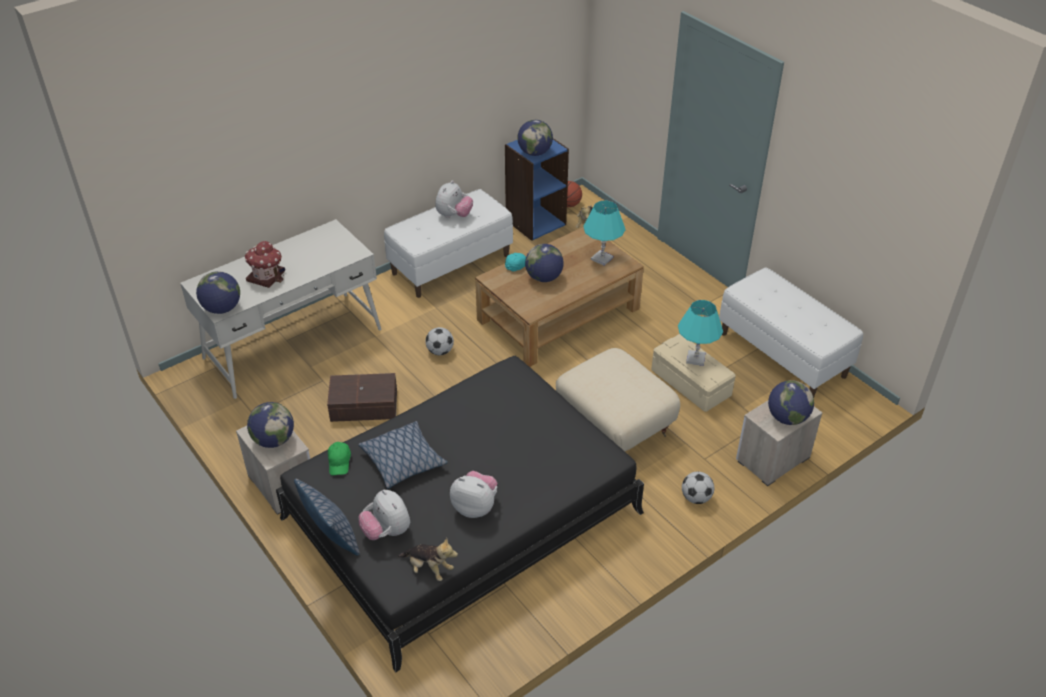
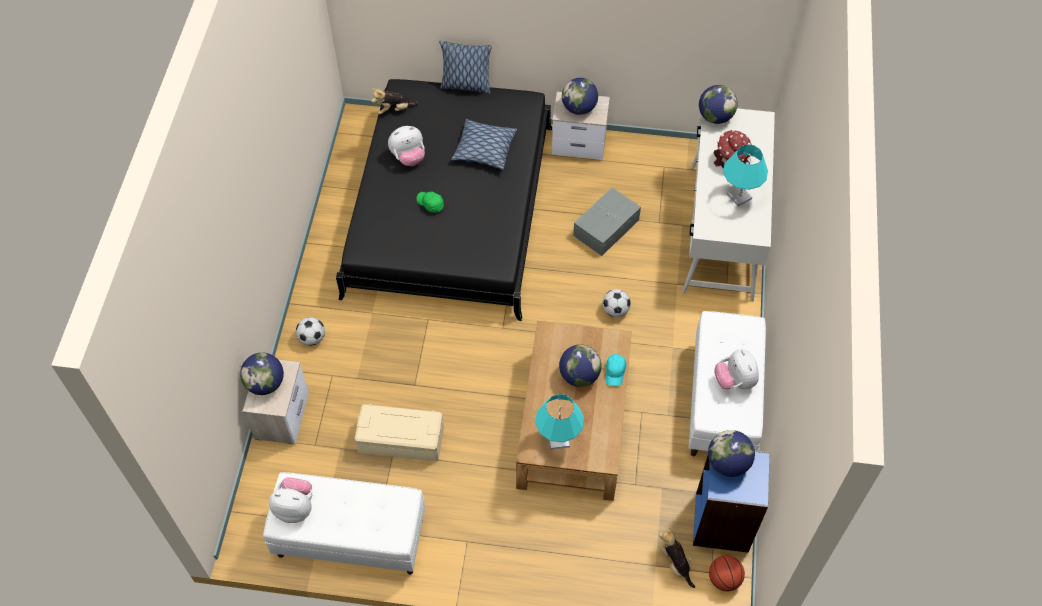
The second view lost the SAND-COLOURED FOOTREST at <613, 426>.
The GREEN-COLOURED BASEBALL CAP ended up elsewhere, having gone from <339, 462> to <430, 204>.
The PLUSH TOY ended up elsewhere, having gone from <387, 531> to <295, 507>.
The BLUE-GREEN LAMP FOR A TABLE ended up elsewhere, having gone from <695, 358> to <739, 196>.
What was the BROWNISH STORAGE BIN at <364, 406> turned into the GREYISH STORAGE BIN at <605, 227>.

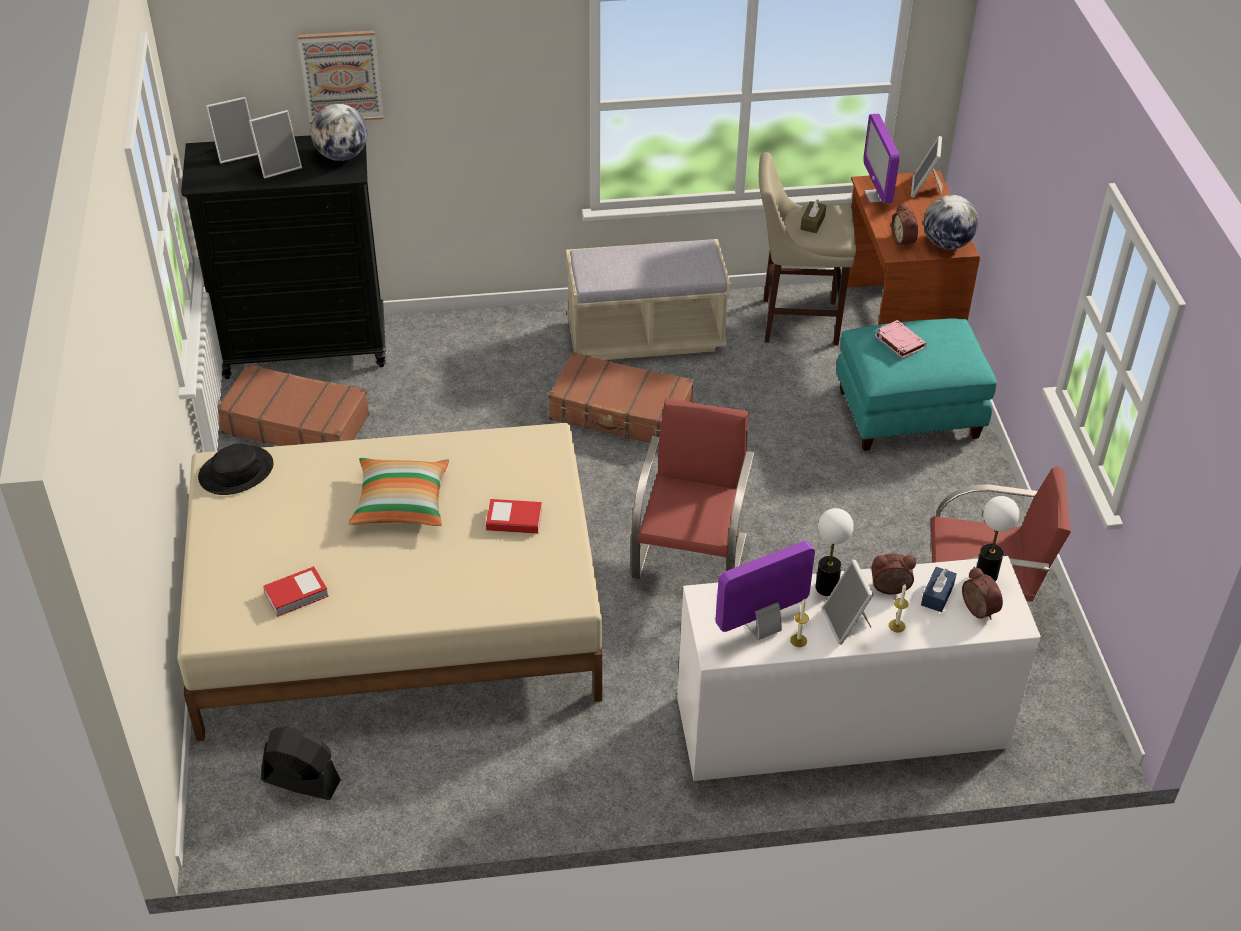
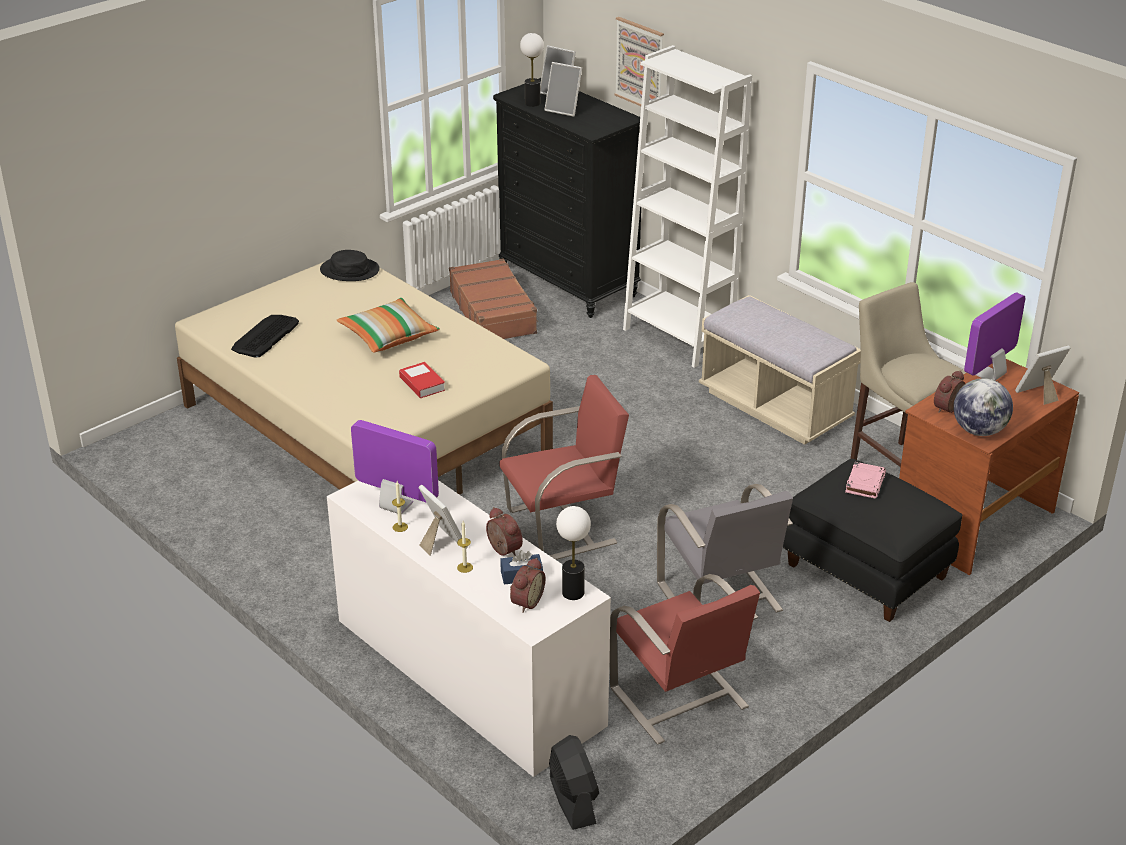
The second view lost the DESK GLOBE at <342, 156>.
The second view lost the BROWNISH TRAVEL CASE at <621, 413>.
The second view lost the BROWNISH BOX OF TISSUES at <812, 222>.
The second view gained the WHITE BOOKCASE at <678, 338>.
The second view gained the GREYISH CHAIR at <719, 598>.
The BLACK COOLING FAN ended up elsewhere, having gone from <301, 780> to <572, 800>.
The LAMP FOR A TABLE ended up elsewhere, having gone from <827, 587> to <532, 103>.
Where the VOLUME stood at <296, 594>, the COMPUTER KEYBOARD came to stand at <265, 336>.
What was the BLUE-GREEN FOOTREST at <908, 415> turned into the BLACK FOOTREST at <865, 571>.
The PHOTO FRAME at <847, 624> ended up facing another way, 105 degrees clockwise from before.

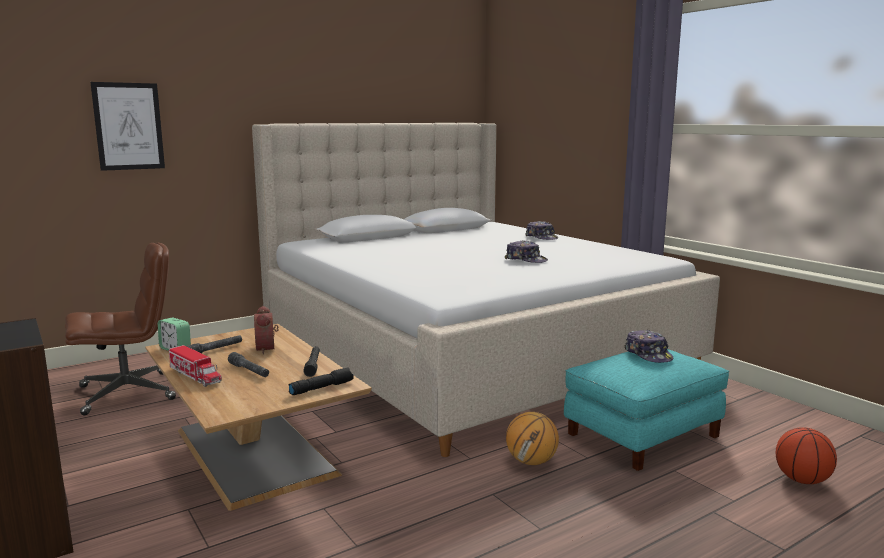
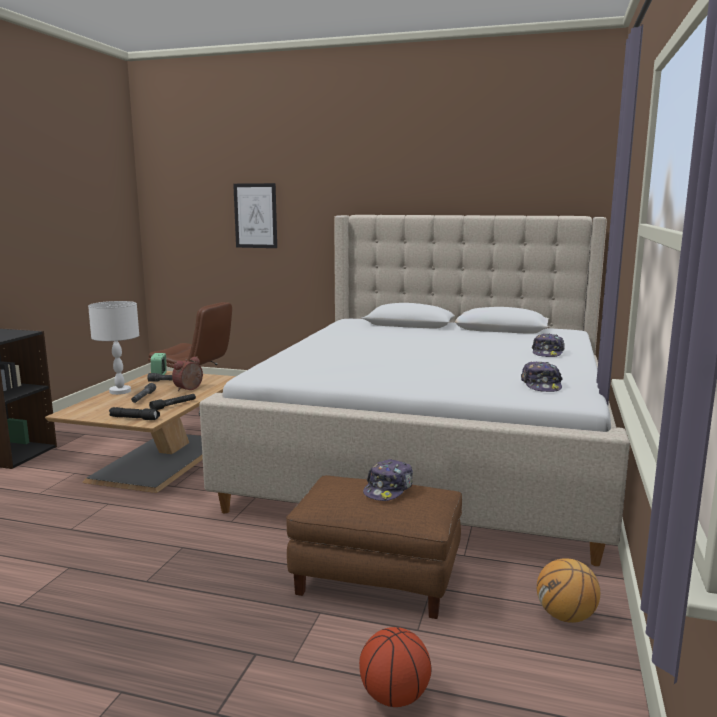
The BASEBALL CAP ended up elsewhere, having gone from <526, 260> to <541, 385>.
The BASKETBALL ended up elsewhere, having gone from <531, 462> to <566, 616>.
Where the TOY TRUCK stood at <195, 376>, the WHITE LAMP FOR A TABLE came to stand at <120, 391>.
What was the BLUE-GREEN FOOTREST at <642, 434> turned into the BROWNISH FOOTREST at <378, 576>.

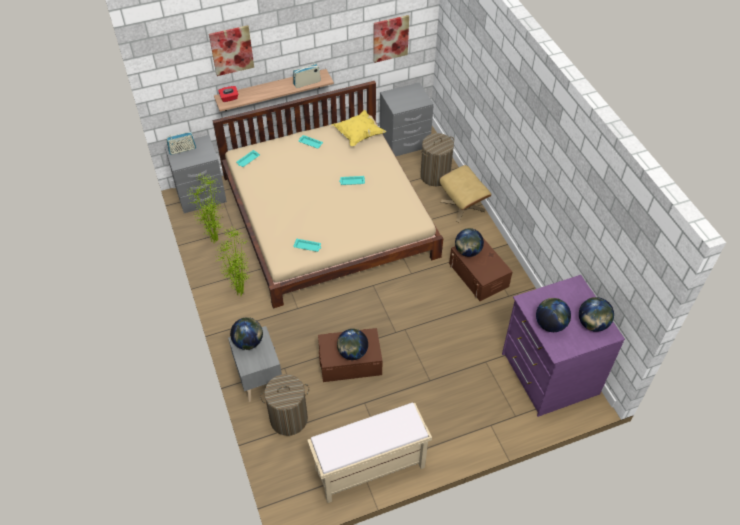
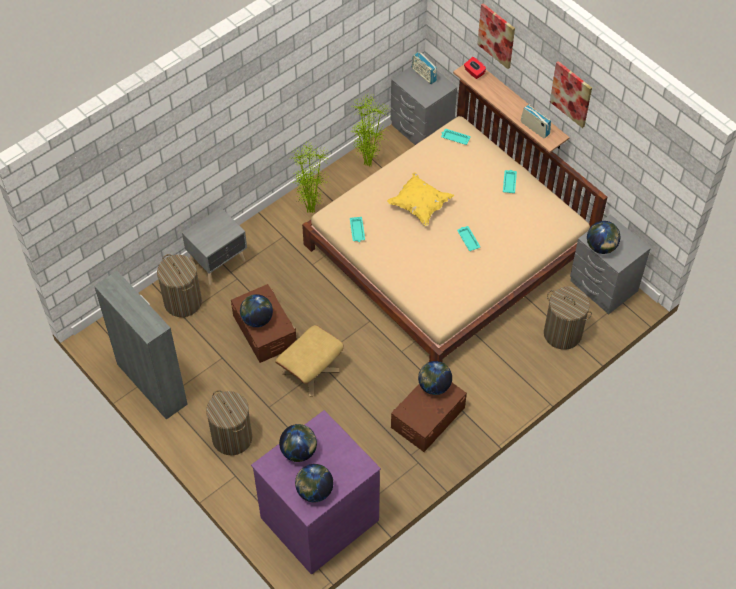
The second view gained the HAMPER at <232, 438>.
The DESK GLOBE ended up elsewhere, having gone from <248, 342> to <601, 247>.
The YELLOW THROW PILLOW ended up elsewhere, having gone from <358, 135> to <419, 205>.
The WALL ART ended up elsewhere, having gone from <390, 38> to <571, 94>.
The SAND-COLOURED FOOTREST ended up elsewhere, having gone from <463, 206> to <310, 372>.
Where the SAND-COLOURED LONG SEAT stood at <369, 469>, the GREYISH CABINET came to stand at <152, 383>.

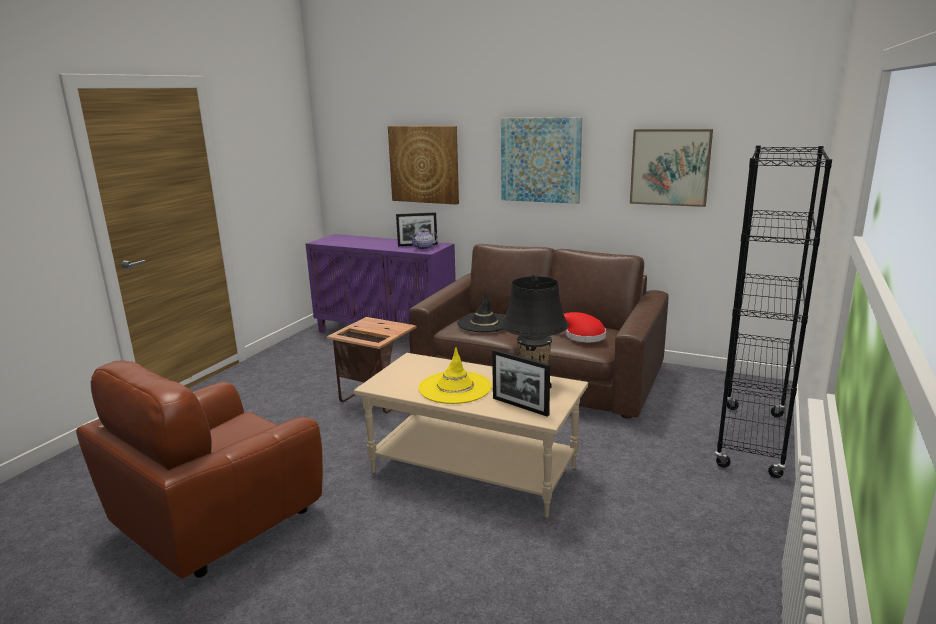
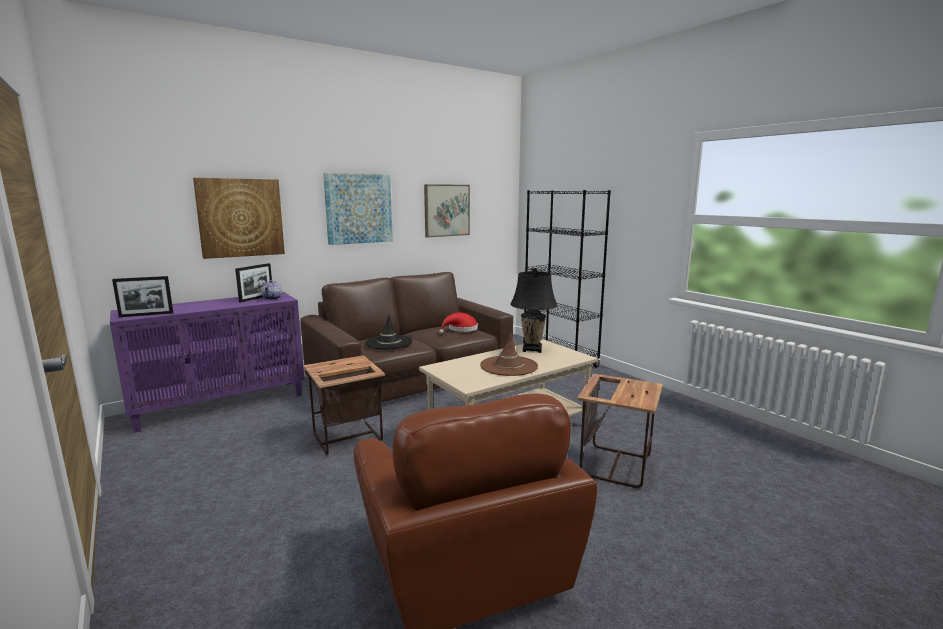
The second view gained the END TABLE at <615, 465>.
The PHOTO FRAME ended up elsewhere, having gone from <520, 406> to <146, 315>.
What was the YELLOW WEARABLE HAT at <455, 388> turned into the BROWNISH WEARABLE HAT at <508, 366>.

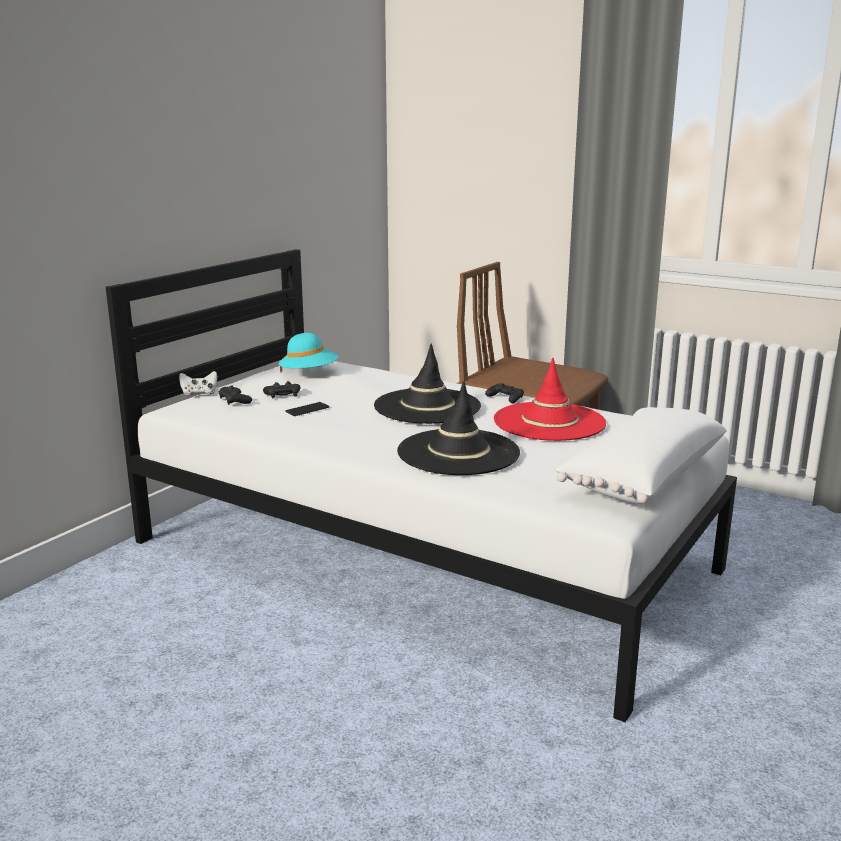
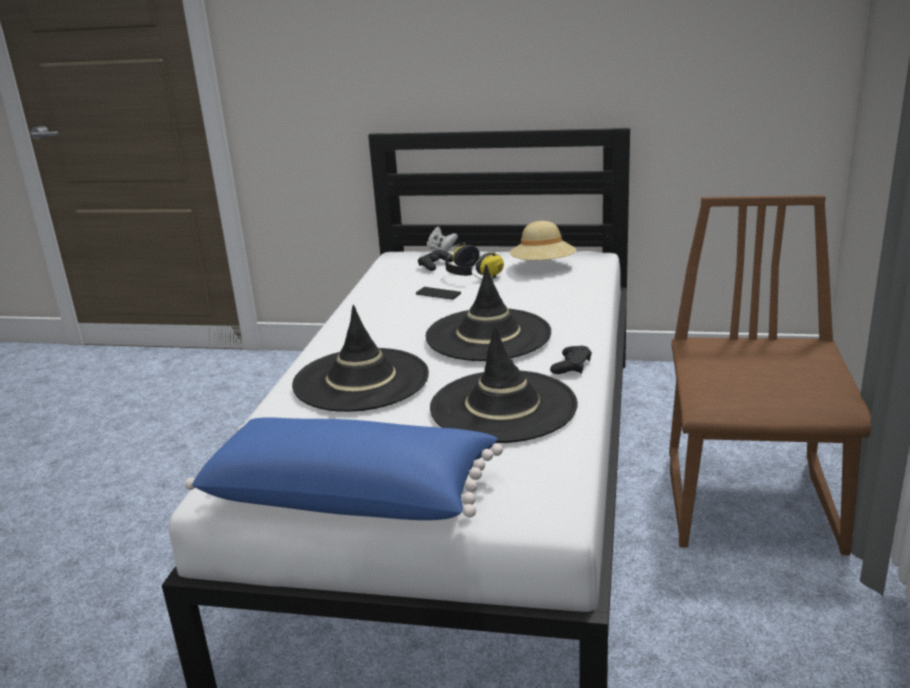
Where the BLACK GAME CONTROLLER stood at <282, 395>, the HEADPHONES came to stand at <470, 275>.
What was the BLUE-GREEN WEARABLE HAT at <309, 374> turned into the SAND-COLOURED WEARABLE HAT at <543, 267>.
What was the RED WEARABLE HAT at <549, 422> turned into the BLACK WEARABLE HAT at <503, 407>.
What was the WHITE THROW PILLOW at <641, 477> turned into the BLUE-COLOURED THROW PILLOW at <351, 495>.

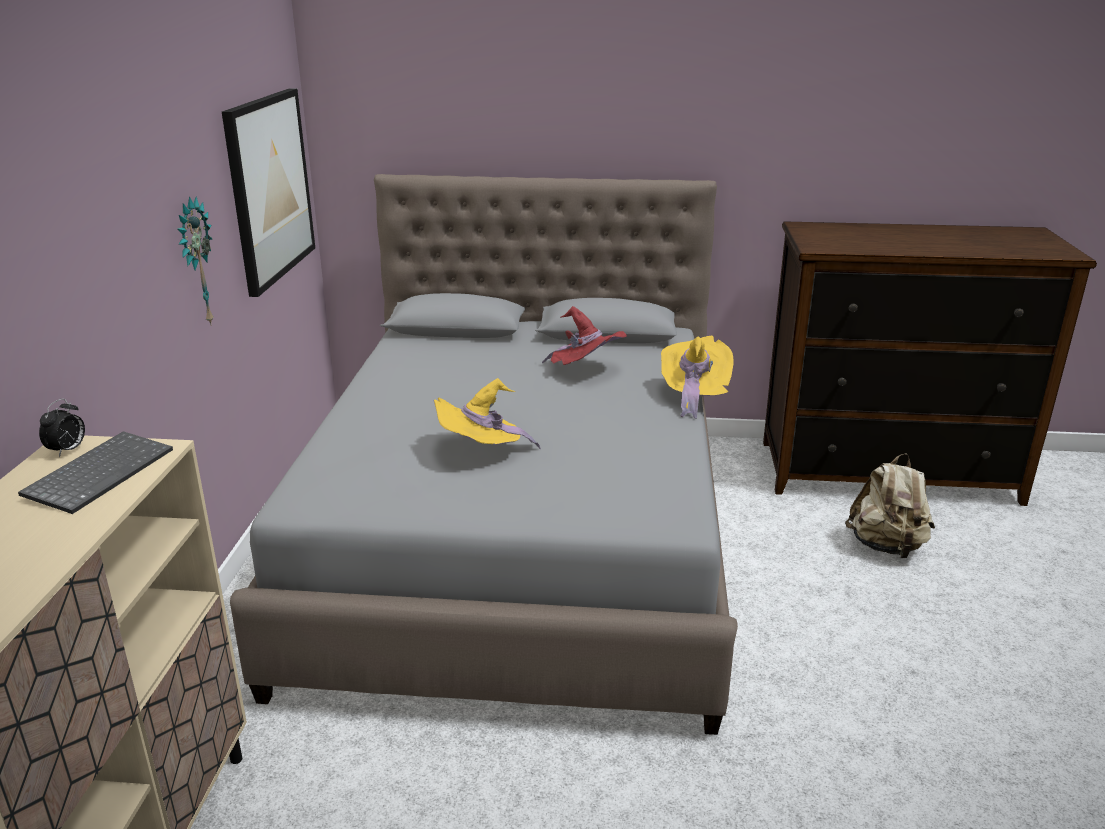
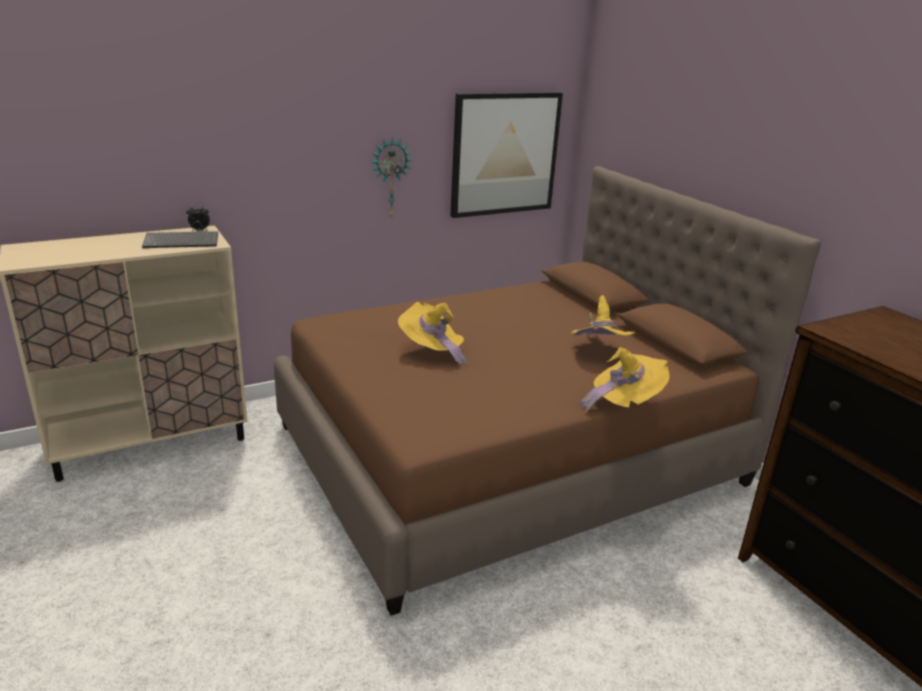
The second view lost the SAND-COLOURED BACKPACK at <886, 546>.
What was the GREYISH BEDROOM BED at <521, 543> turned into the BROWNISH BEDROOM BED at <509, 454>.
What was the RED WEARABLE HAT at <585, 371> turned into the YELLOW WEARABLE HAT at <598, 352>.

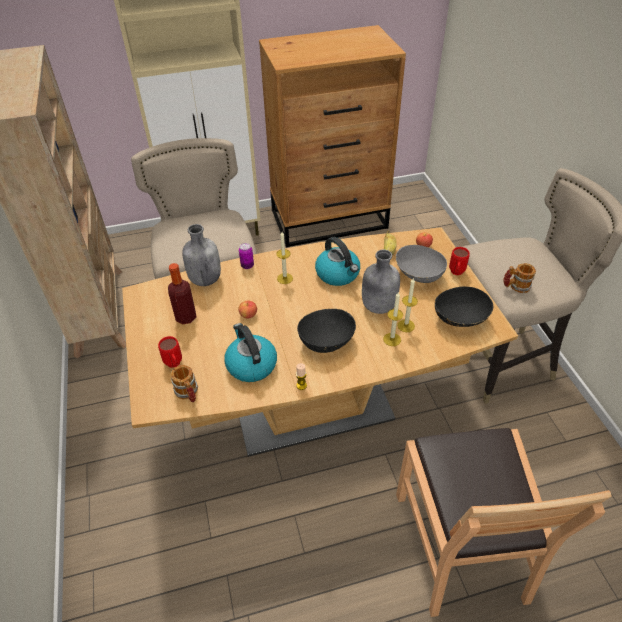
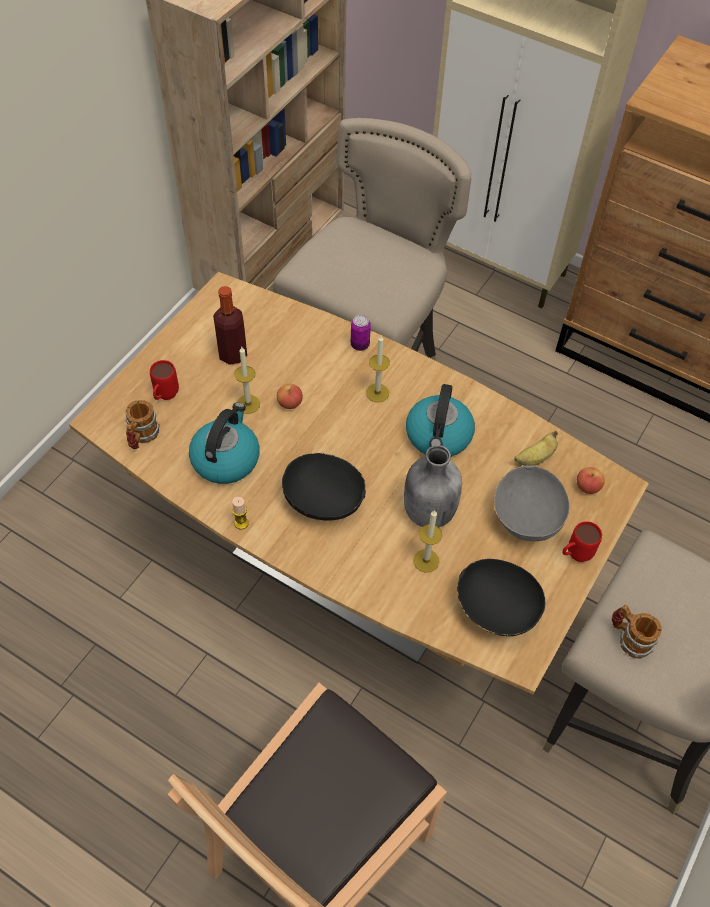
The second view lost the GREYISH BEVERAGE BOTTLE at <205, 279>.
The WAX LIGHT ended up elsewhere, having gone from <392, 339> to <248, 404>.

